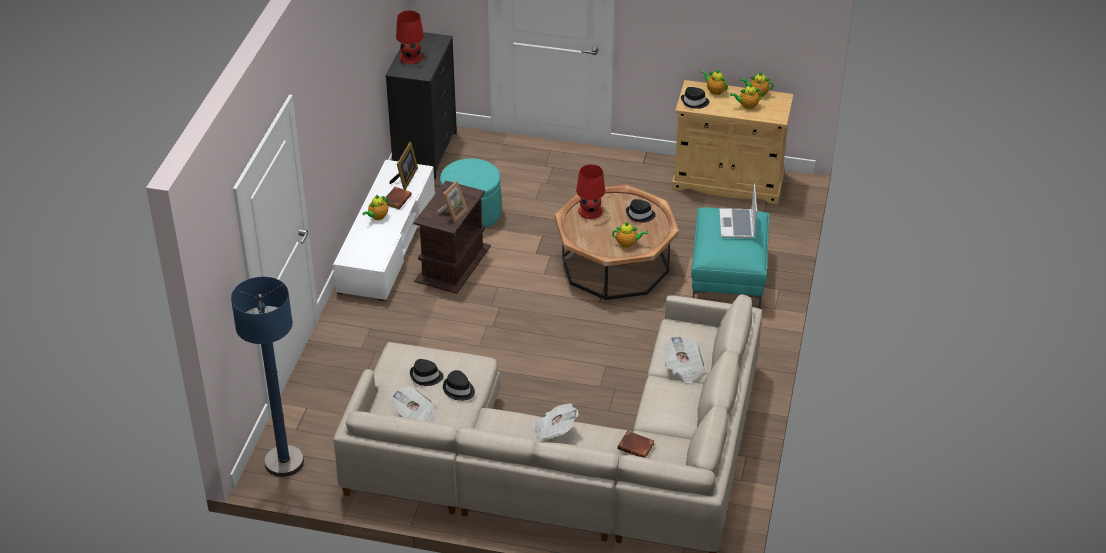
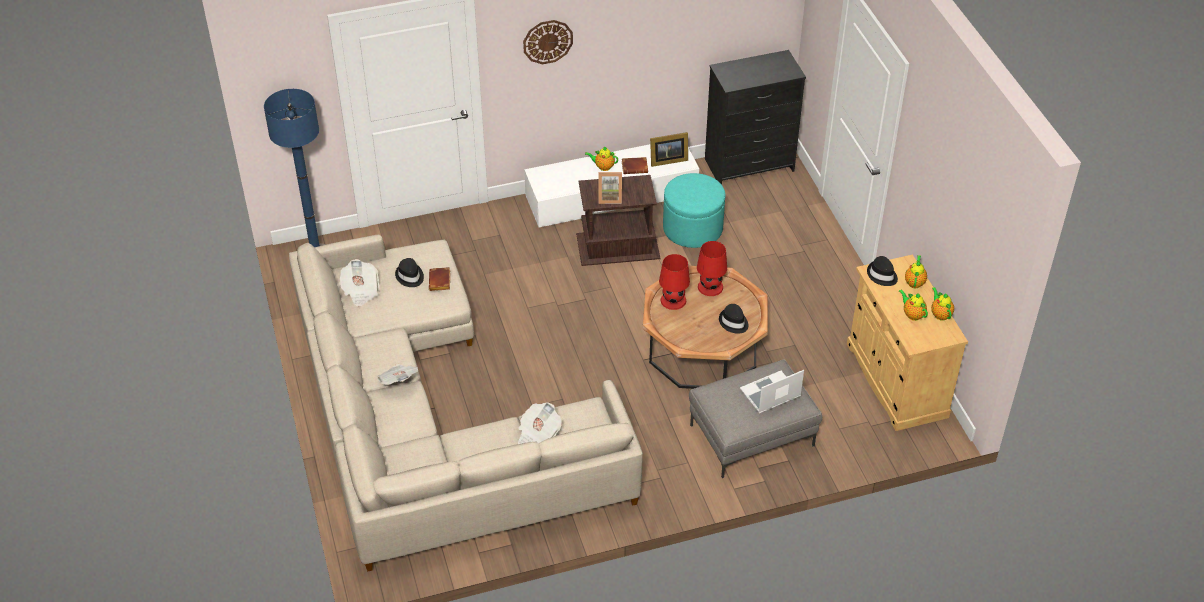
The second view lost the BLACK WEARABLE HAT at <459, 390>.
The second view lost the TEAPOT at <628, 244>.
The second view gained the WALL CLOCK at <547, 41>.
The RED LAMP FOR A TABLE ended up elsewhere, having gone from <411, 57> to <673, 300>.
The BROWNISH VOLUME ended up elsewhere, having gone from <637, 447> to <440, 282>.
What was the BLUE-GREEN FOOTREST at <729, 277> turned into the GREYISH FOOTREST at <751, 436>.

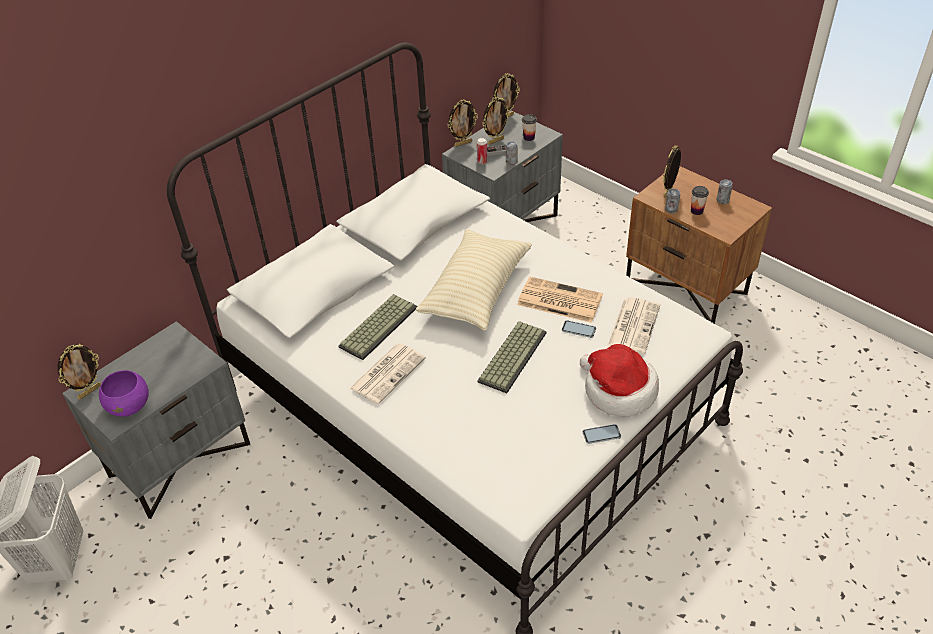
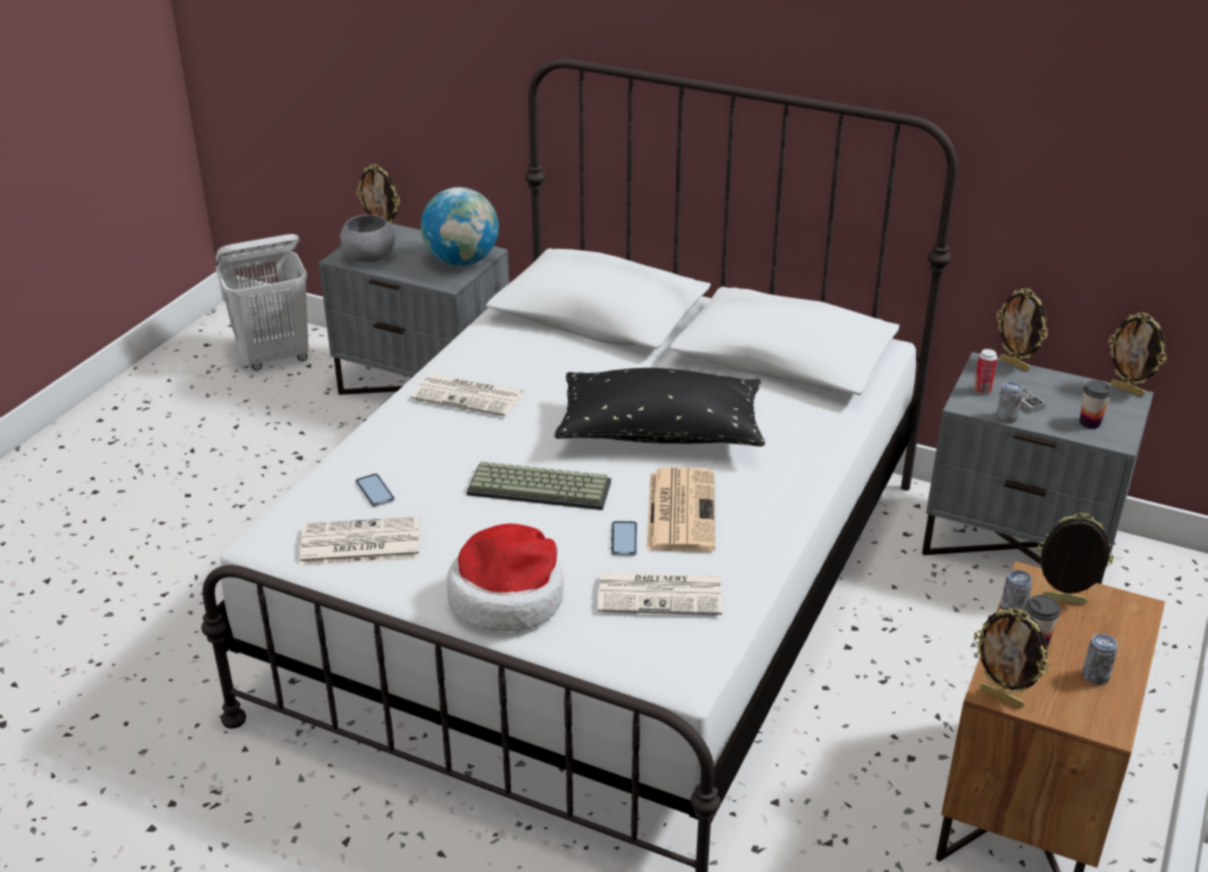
The second view lost the COMPUTER KEYBOARD at <378, 326>.
The second view gained the PRINTED PAPER at <359, 544>.
The second view gained the DESK GLOBE at <462, 261>.
The PHOTO FRAME ended up elsewhere, having gone from <495, 141> to <1002, 697>.
The HANDSET ended up elsewhere, having gone from <601, 435> to <375, 491>.
What was the PURPLE BOWL at <130, 405> turned into the GREYISH BOWL at <369, 258>.
What was the SAND-COLOURED THROW PILLOW at <476, 291> turned into the BLACK THROW PILLOW at <660, 433>.

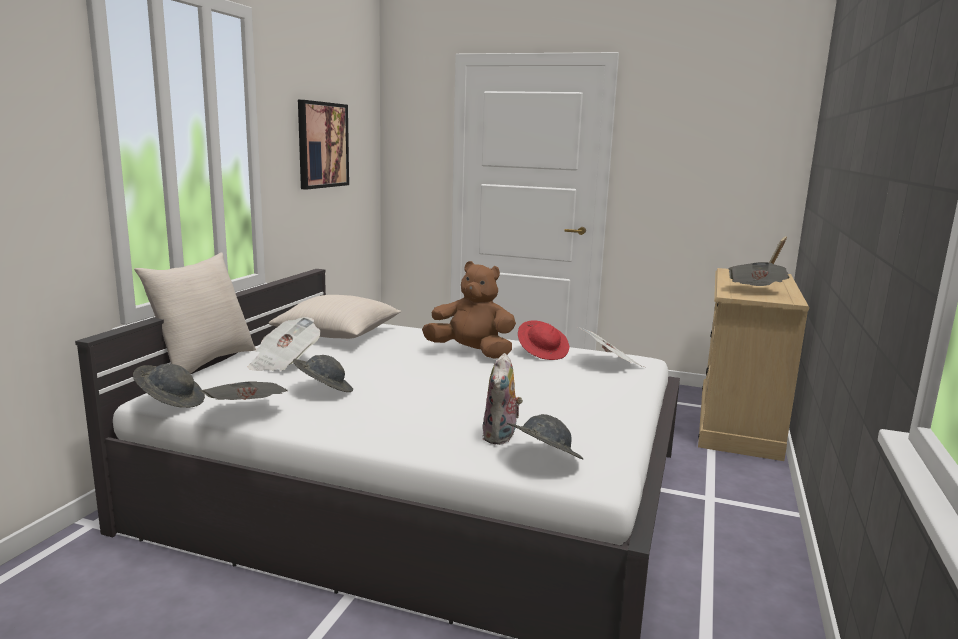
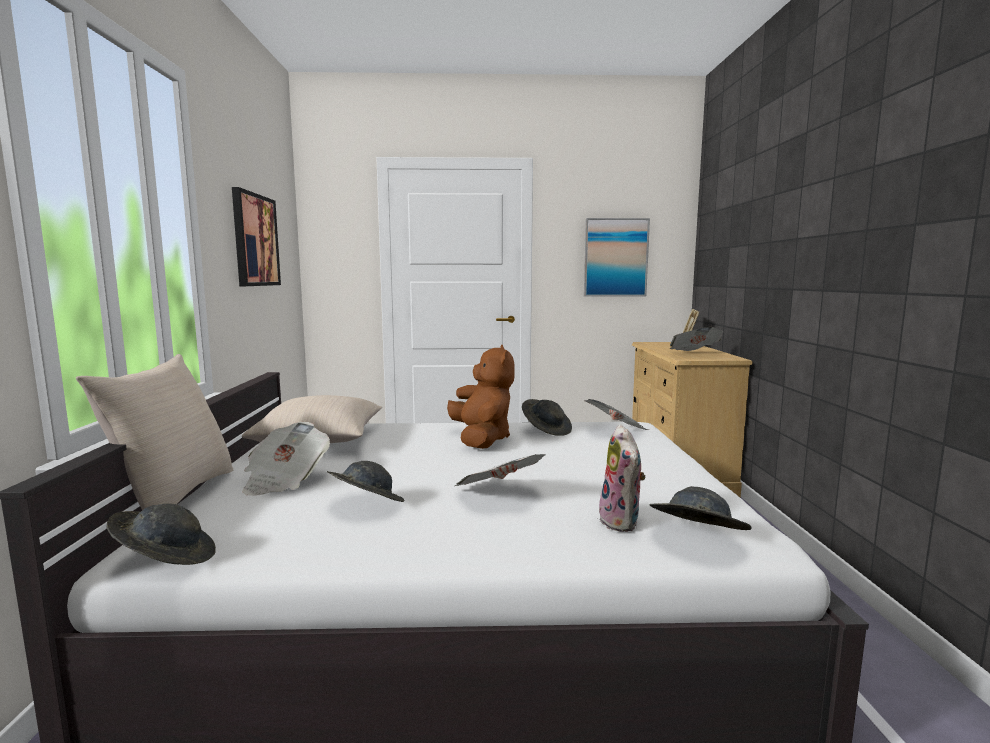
The second view gained the WALL ART at <615, 258>.
The PRINTED PAPER ended up elsewhere, having gone from <246, 413> to <498, 494>.
What was the RED WEARABLE HAT at <543, 353> turned into the GREYISH WEARABLE HAT at <547, 430>.
The BROWNISH PLUSH TOY at <471, 353> ended up facing another way, 75 degrees clockwise from before.

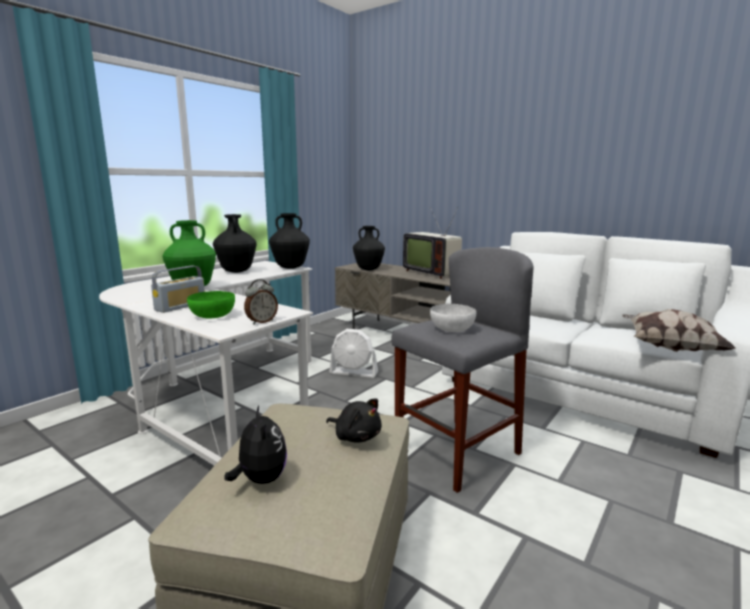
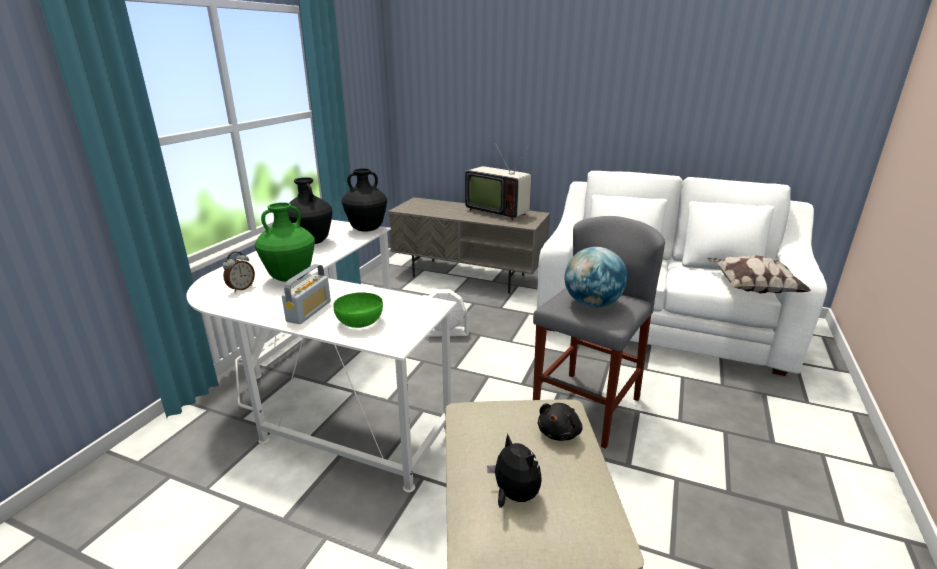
The second view lost the BLACK DECORATIVE VASE at <368, 269>.
The ALARM CLOCK ended up elsewhere, having gone from <261, 322> to <241, 288>.
Where the WHITE BOWL stood at <451, 329>, the DESK GLOBE came to stand at <592, 304>.
The BLACK PLUSH TOY at <356, 436> ended up facing another way, 105 degrees clockwise from before.

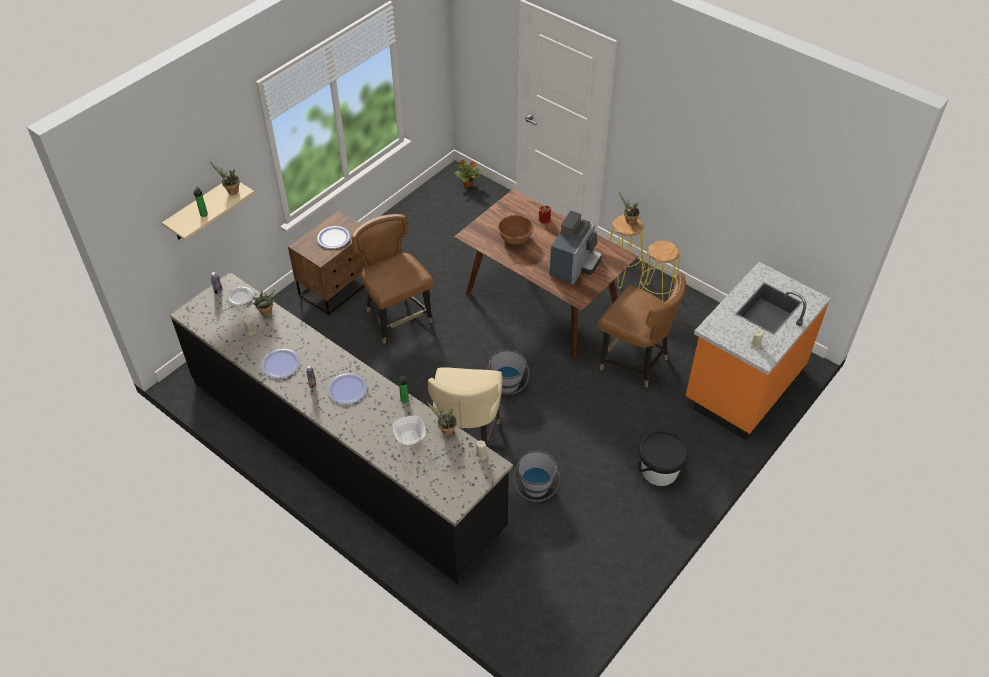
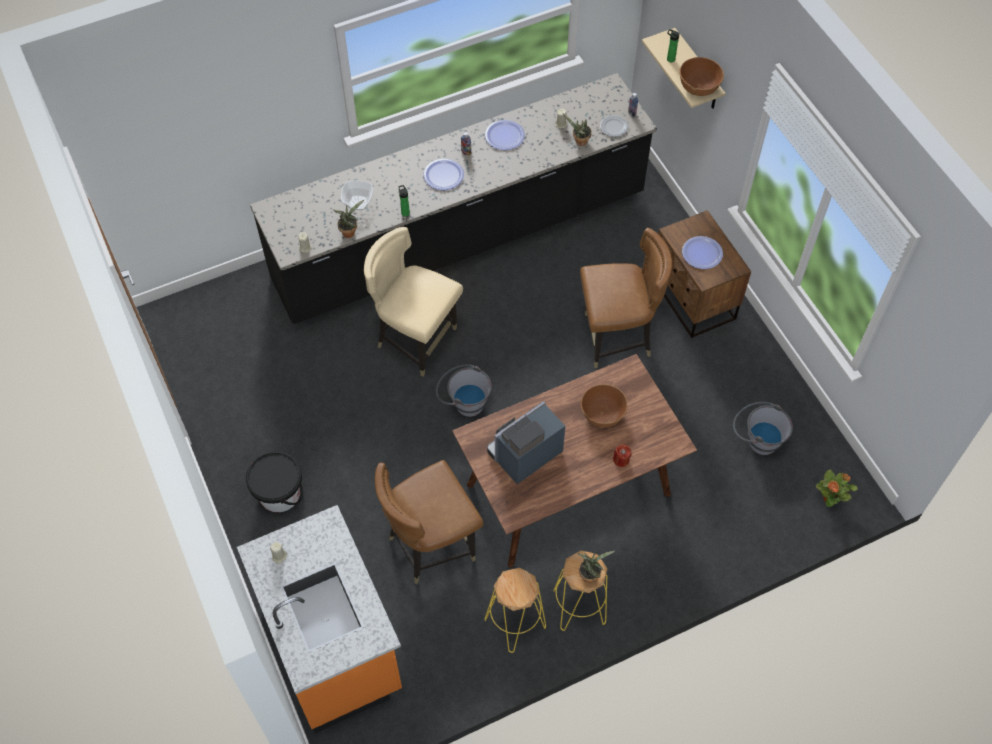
The GREYISH WATER BUCKET ended up elsewhere, having gone from <535, 491> to <756, 439>.
Where the POTTED PLANT stood at <231, 191>, the BROWNISH BOWL came to stand at <699, 87>.
The COFFEE BREWER at <574, 266> ended up facing another way, 90 degrees clockwise from before.

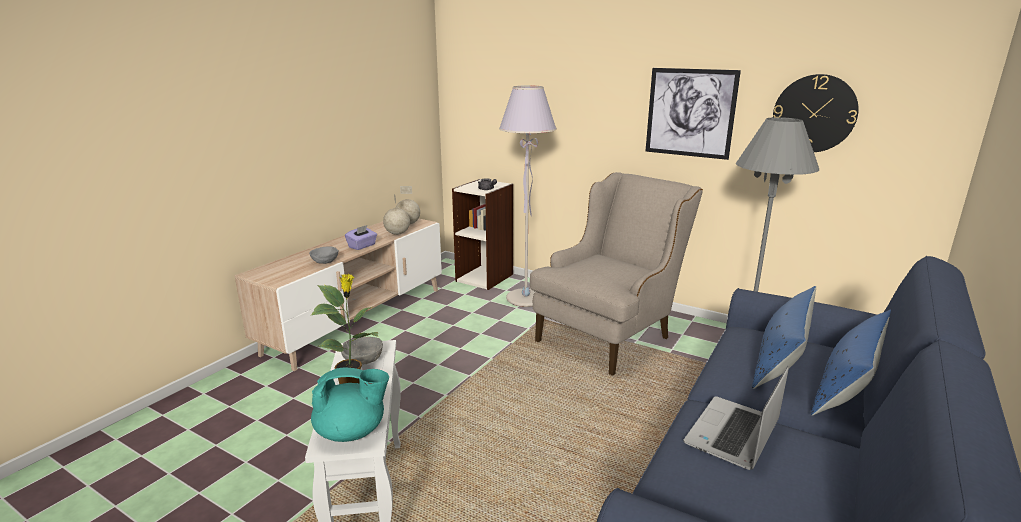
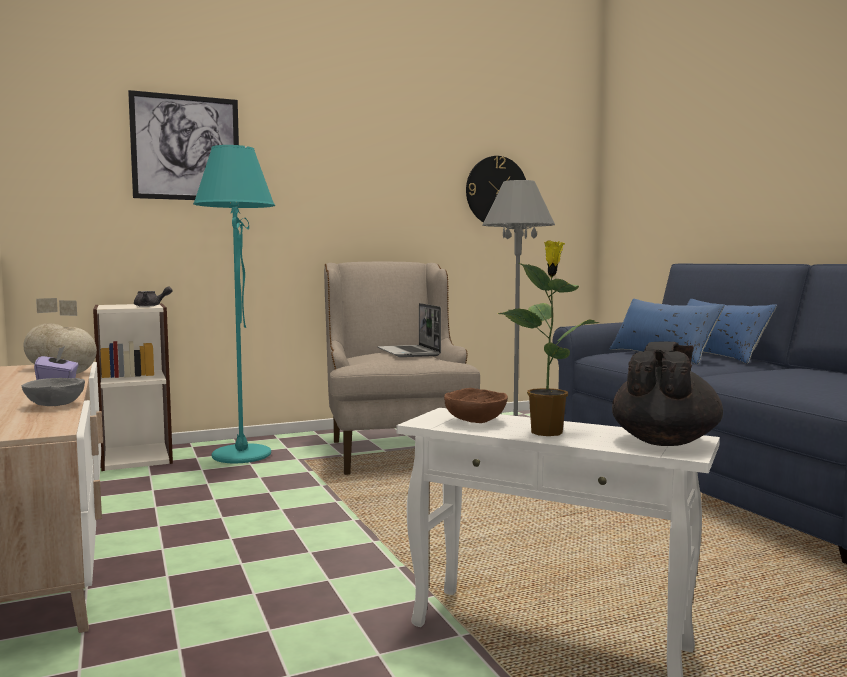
The WALL ART ended up elsewhere, having gone from <690, 113> to <186, 148>.
The LAPTOP ended up elsewhere, having gone from <733, 435> to <409, 353>.
What was the BLUE-GREEN TEAPOT at <352, 432> turned into the BLACK TEAPOT at <664, 441>.
What was the GREYISH BOWL at <363, 360> turned into the BROWNISH BOWL at <475, 421>.
What was the GREYISH FLOOR LAMP at <526, 299> turned into the BLUE-GREEN FLOOR LAMP at <241, 455>.

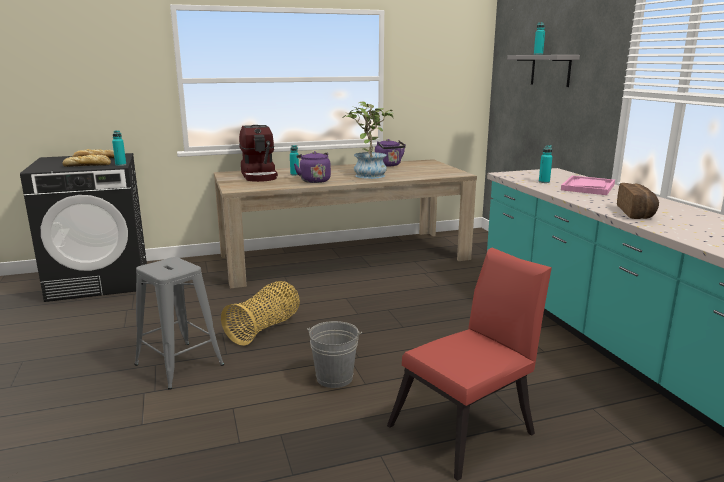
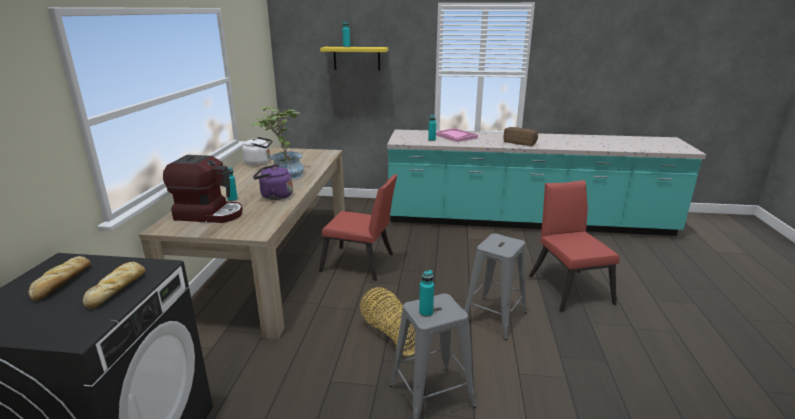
The second view gained the RED CHAIR at <361, 264>.
The BLUE-GREEN BEVERAGE BOTTLE ended up elsewhere, having gone from <120, 165> to <426, 312>.
Where the GREYISH WATER BUCKET stood at <334, 378>, the GREYISH STOOL came to stand at <494, 317>.
What was the PURPLE KETTLE at <389, 165> turned into the WHITE KETTLE at <259, 163>.
What was the GREYISH BRACKET SHELF at <550, 70> turned into the YELLOW BRACKET SHELF at <356, 58>.

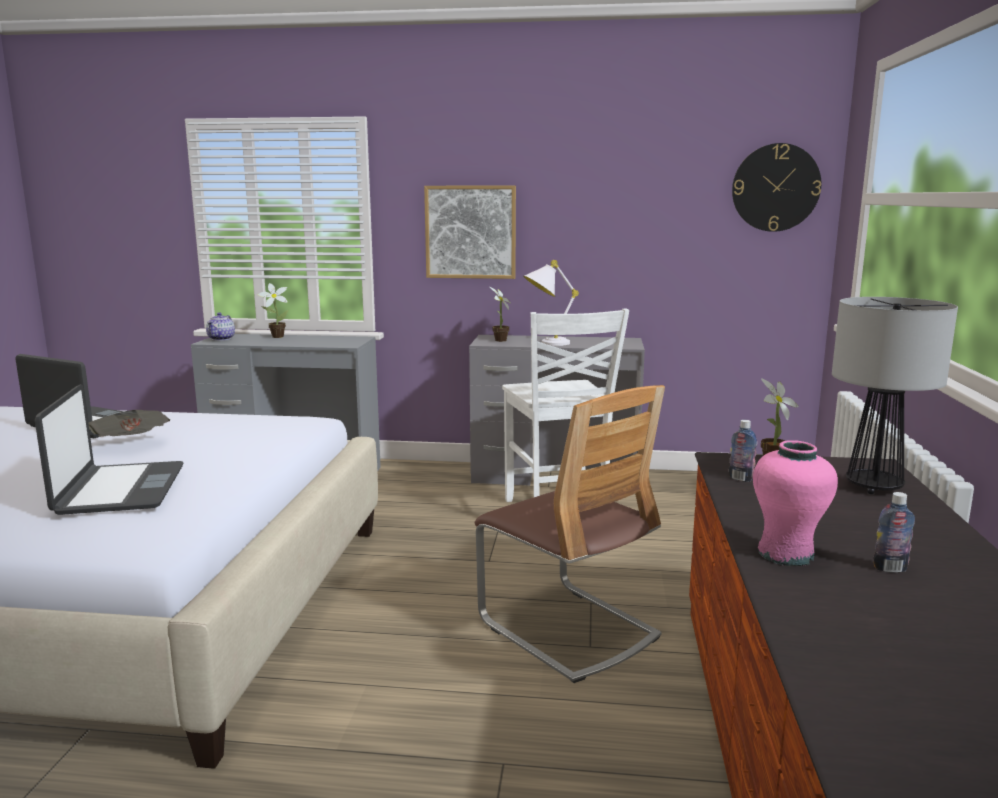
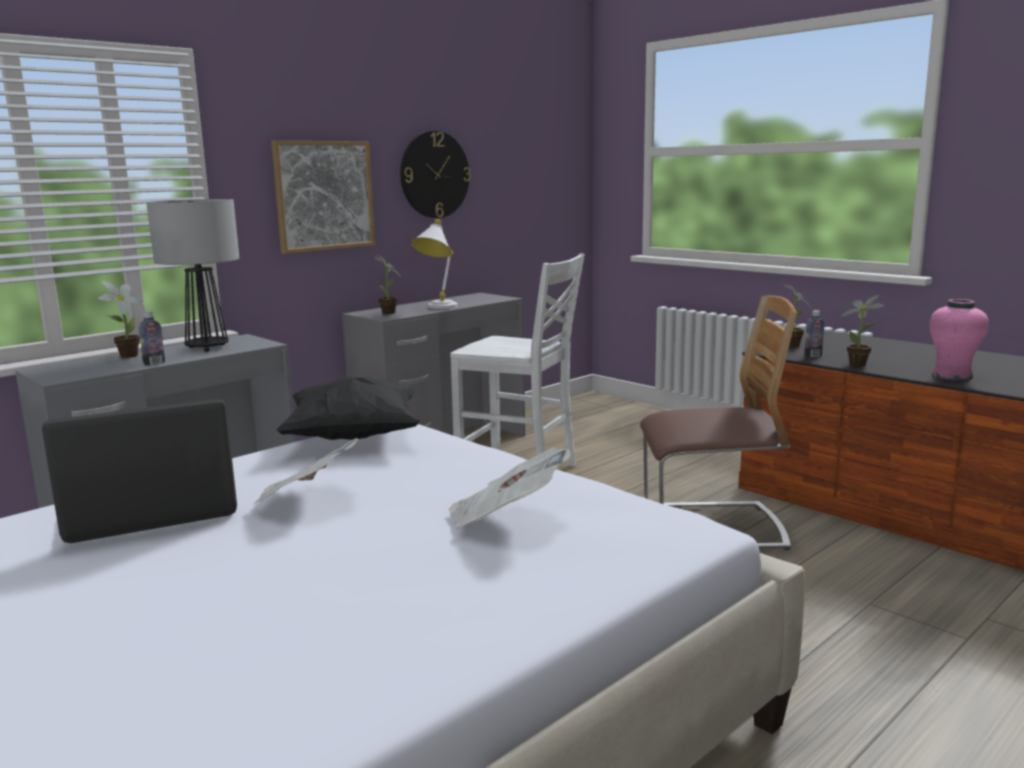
The second view lost the TEAPOT at <222, 339>.
The second view gained the BLACK THROW PILLOW at <354, 437>.
The second view gained the POTTED PLANT at <860, 364>.
The WALL CLOCK ended up elsewhere, having gone from <775, 187> to <434, 175>.
The LAMP FOR A TABLE ended up elsewhere, having gone from <872, 487> to <206, 348>.
The BEVERAGE BOTTLE ended up elsewhere, having gone from <890, 568> to <154, 363>.
Where the LAPTOP stood at <119, 490>, the PRINTED PAPER came to stand at <506, 518>.

